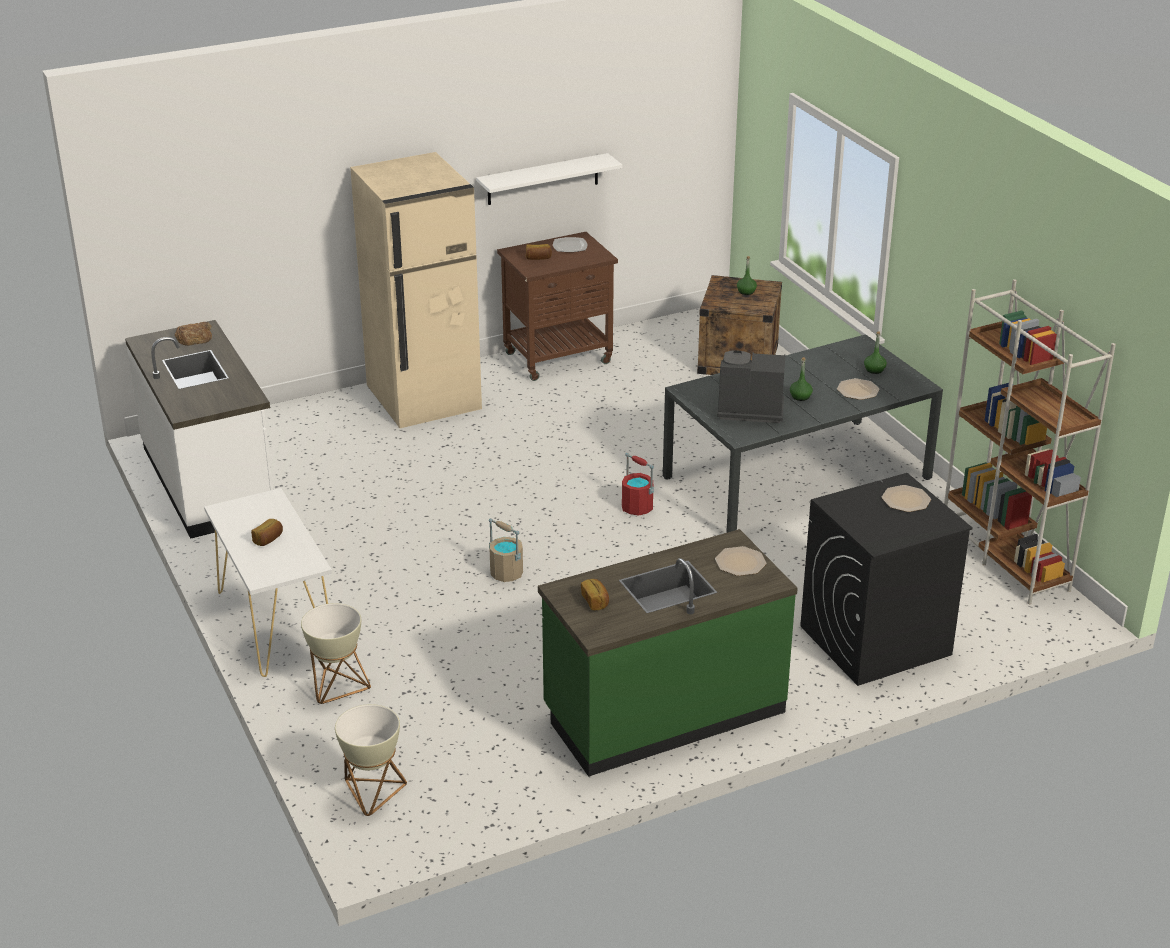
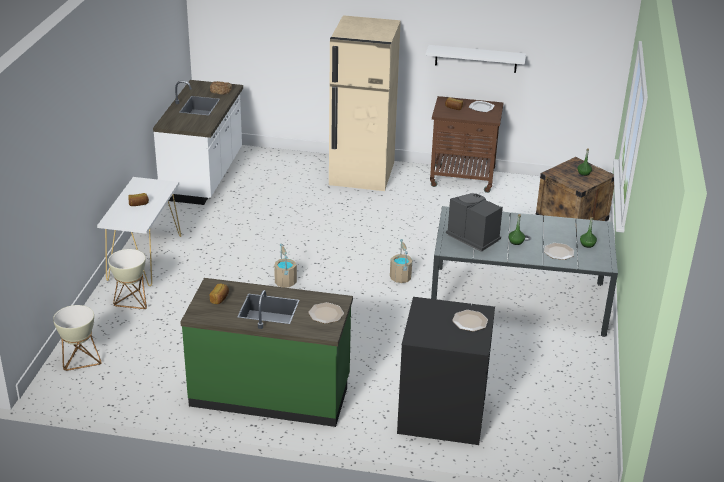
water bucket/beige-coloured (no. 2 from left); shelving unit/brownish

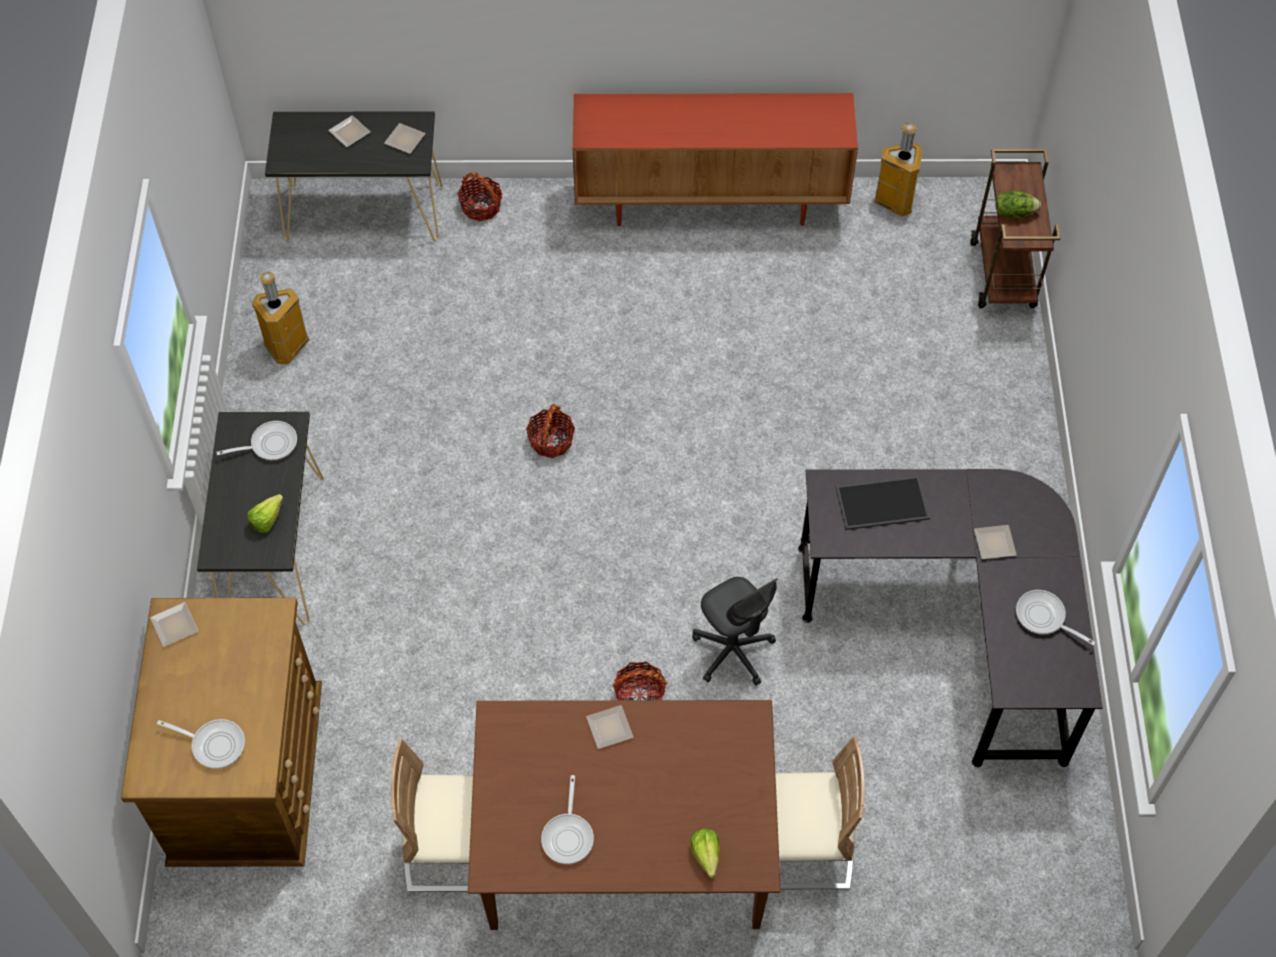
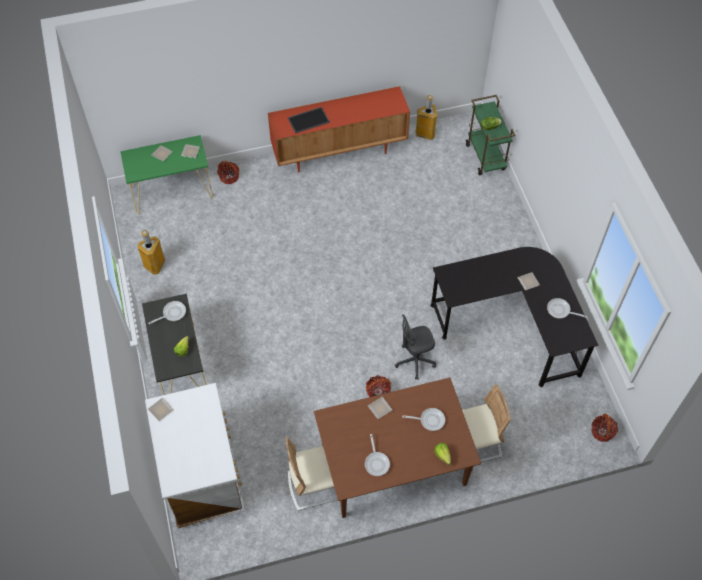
drawer chest/whitish; skillet (no. 3 from left); hall table/green-coloured; household basket (no. 3 from left); computer chair/gray; carrying tray; trolley/green-coloured

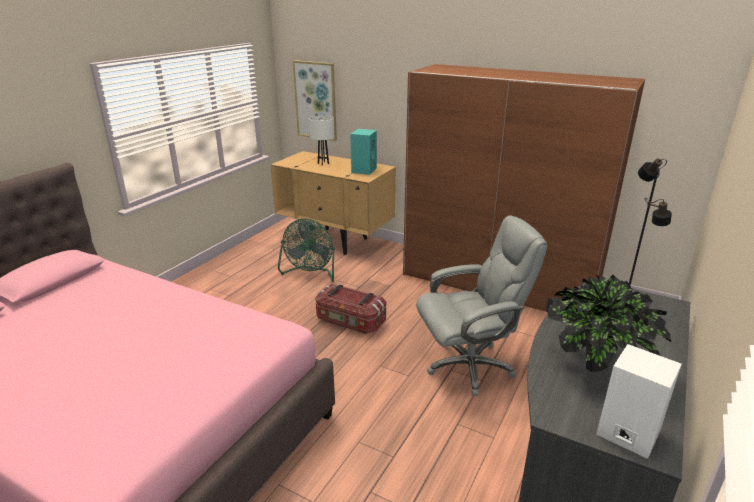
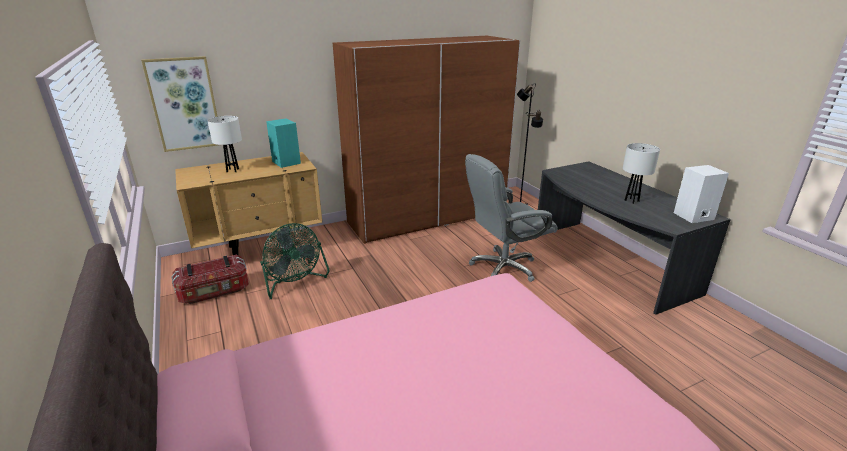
storage bin; computer chair/gray; lamp for a table/whitish (no. 2 from left)

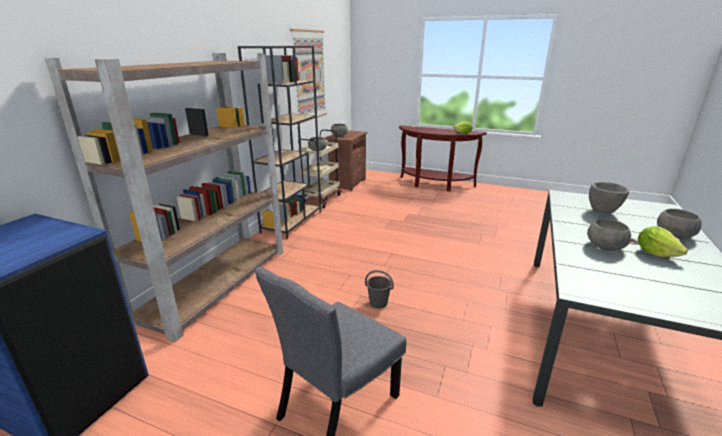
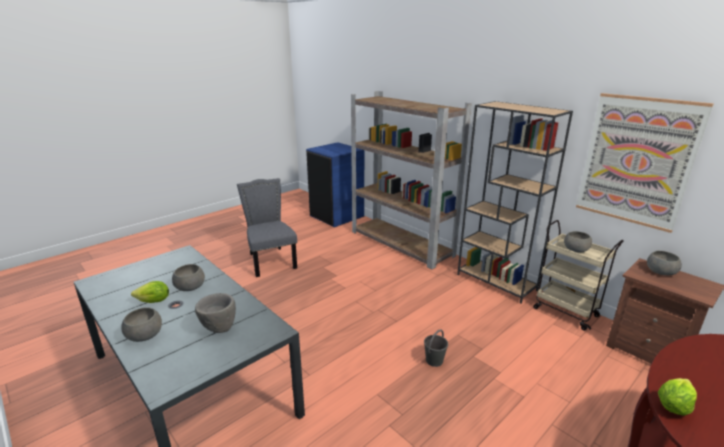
water bucket/gray

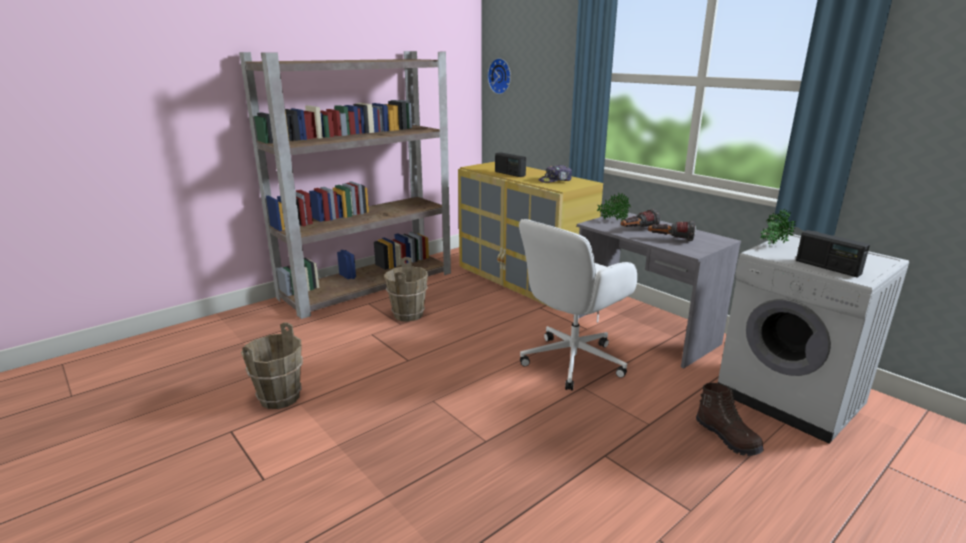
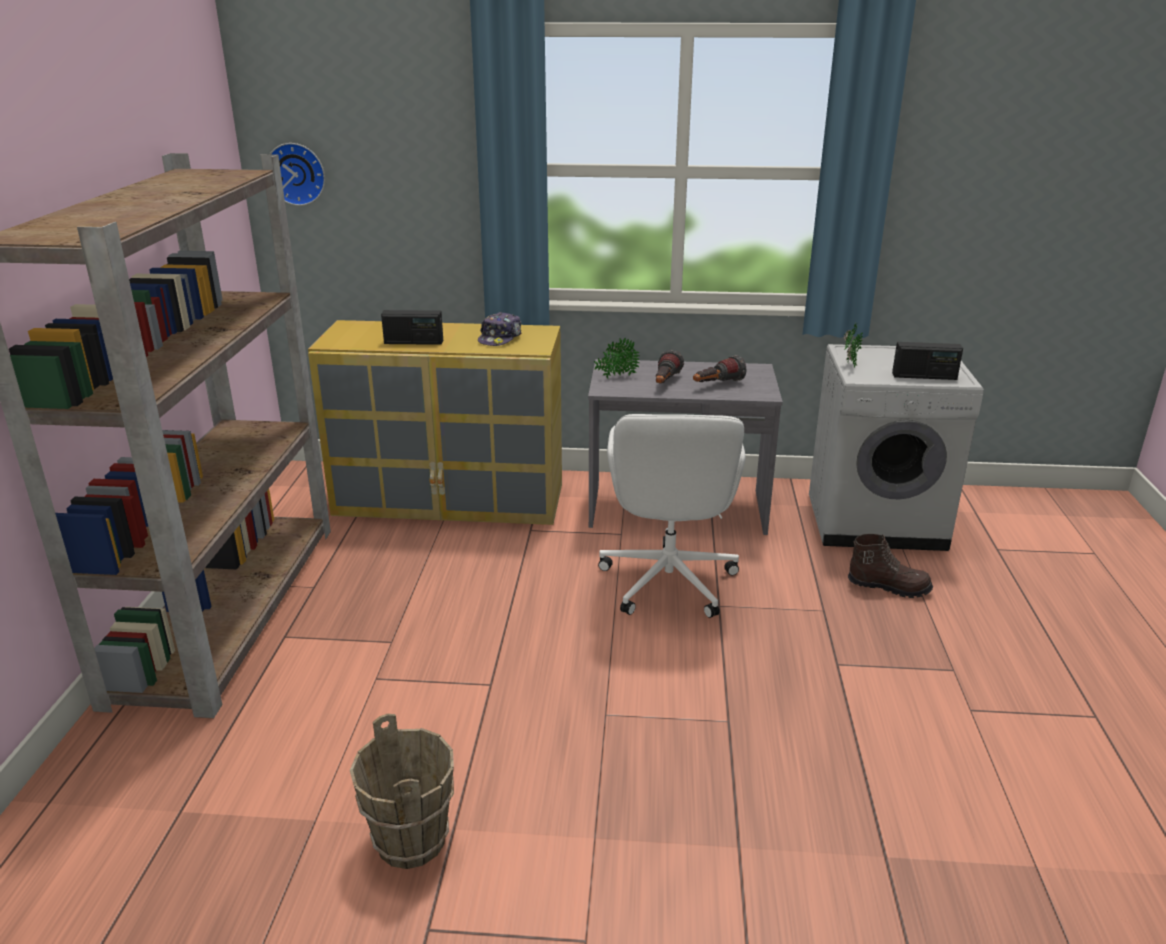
water bucket/brownish (no. 2 from left in the first image)

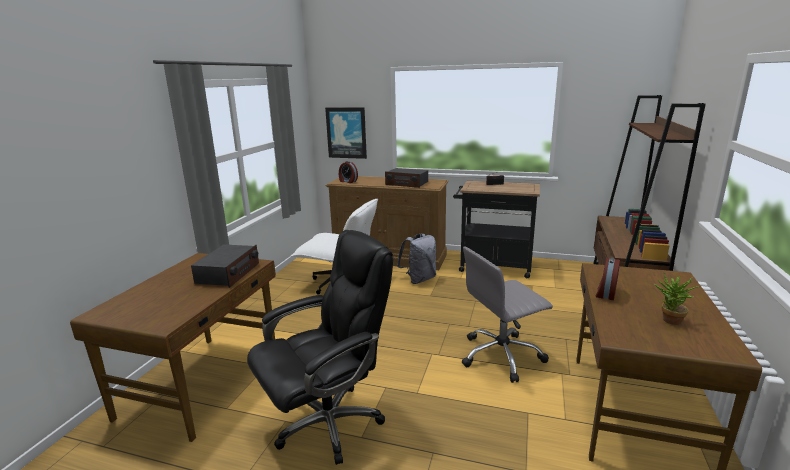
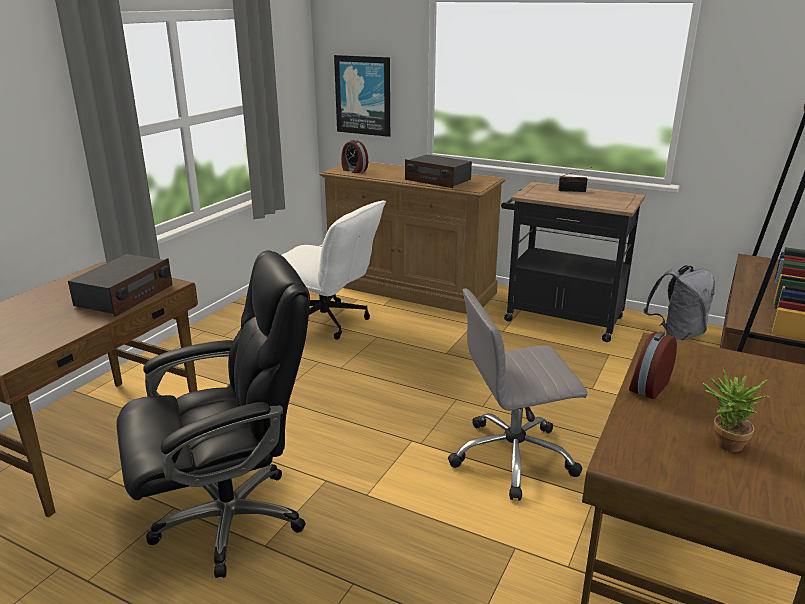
rucksack/gray

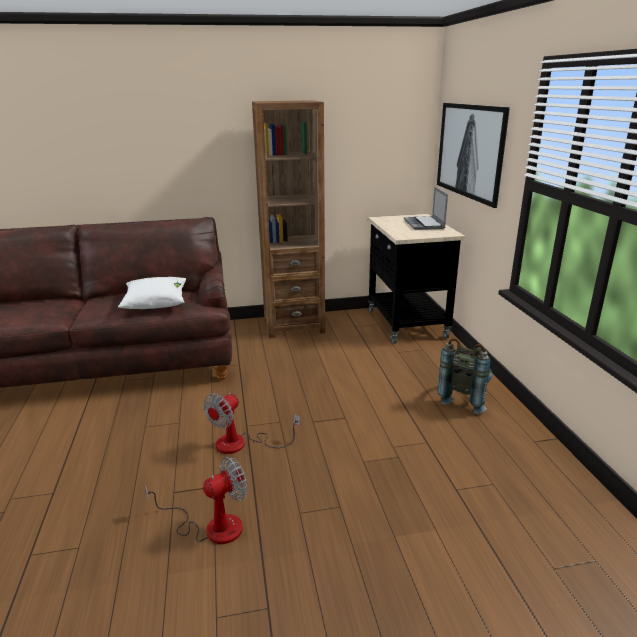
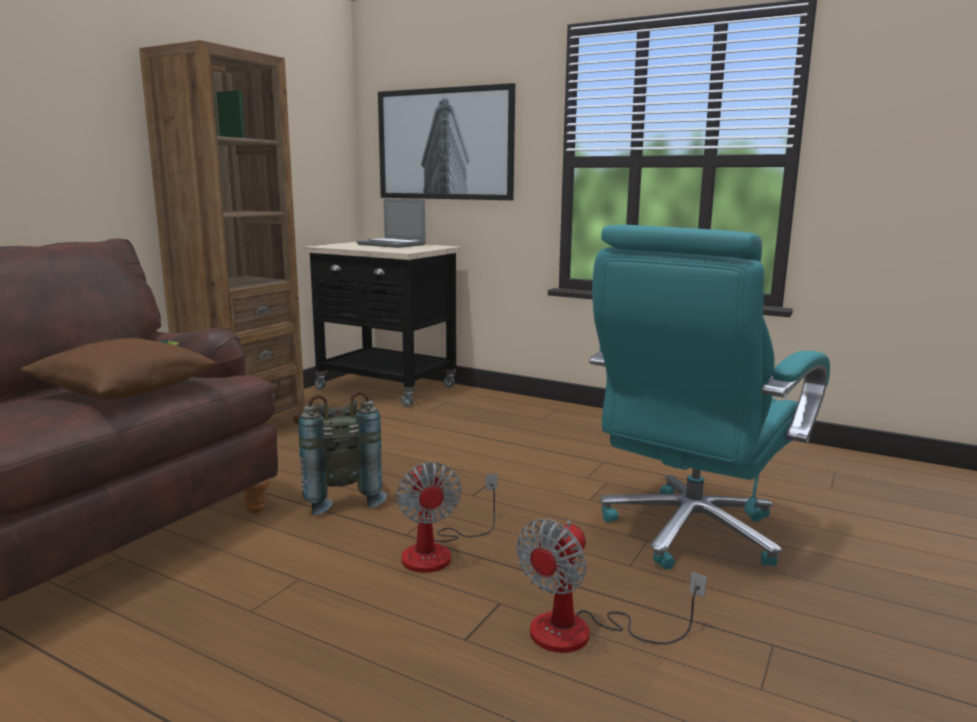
pillow/brownish; cooling fan (no. 2 from left); rucksack/gray; computer chair/turquoise-coloured

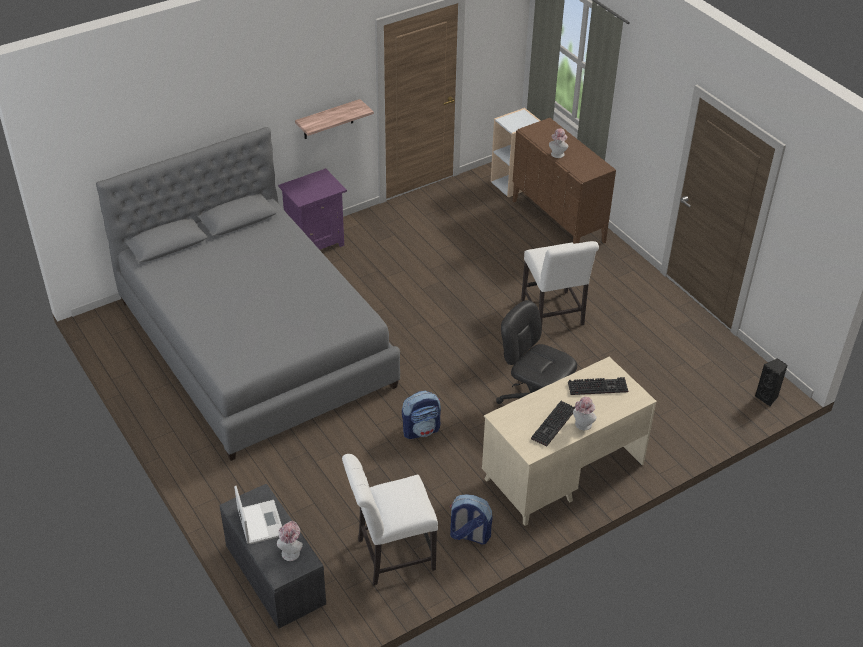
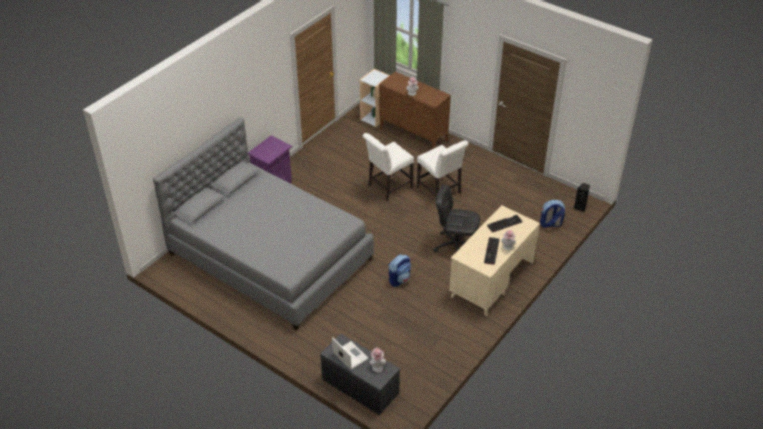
bracket shelf; plain chair/whitish (no. 1 from left); rucksack (no. 2 from left)

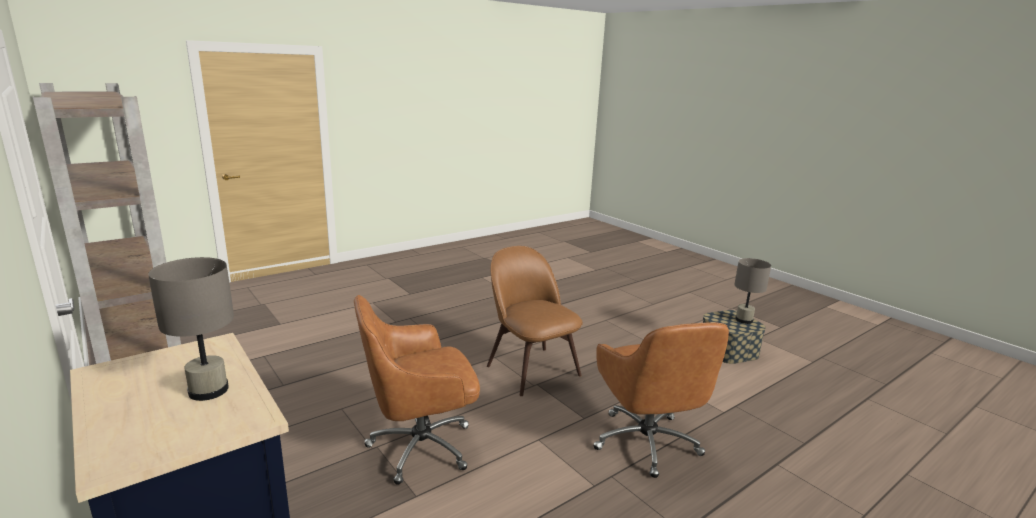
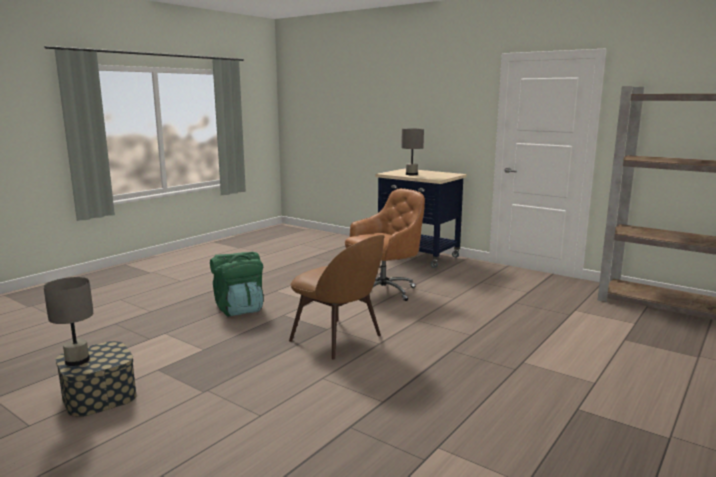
rucksack/green-coloured

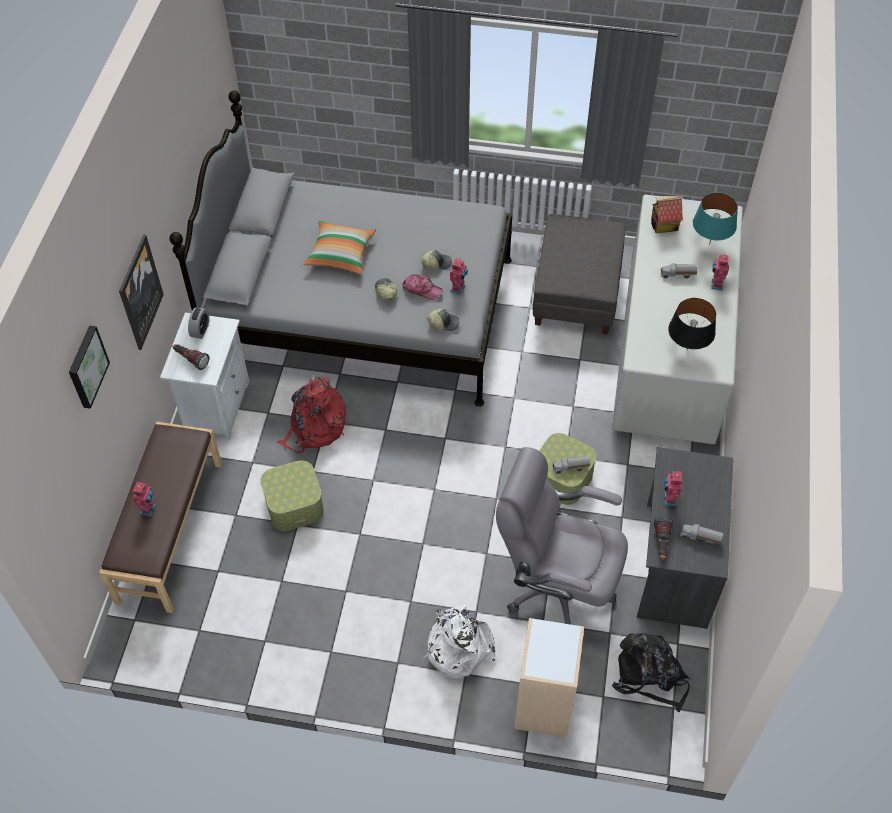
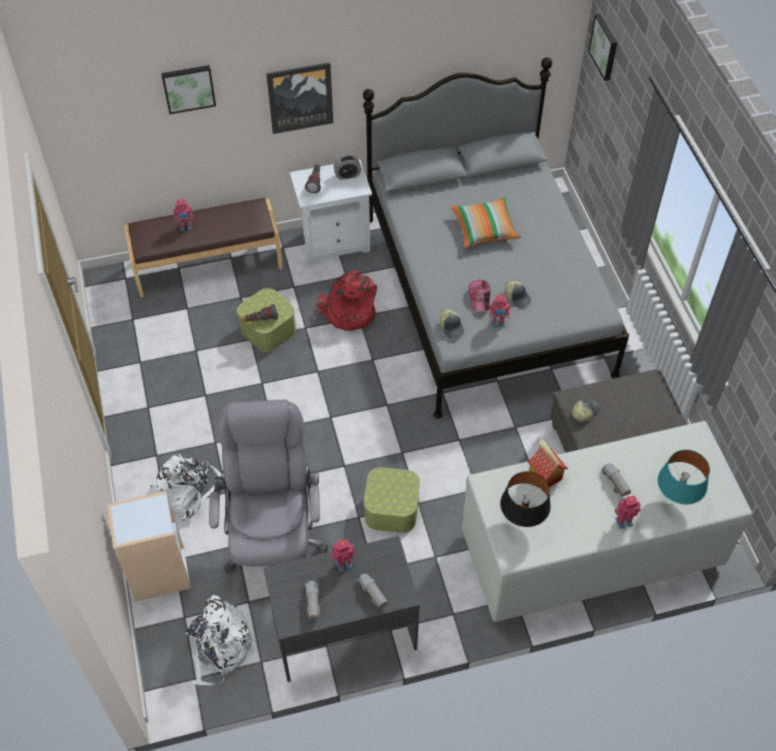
baseball cap (no. 4 from left); toy truck (no. 2 from left); rucksack/whitish (no. 2 from left); miniature house; flashlight (no. 1 from left); wall picture (no. 3 from left)

